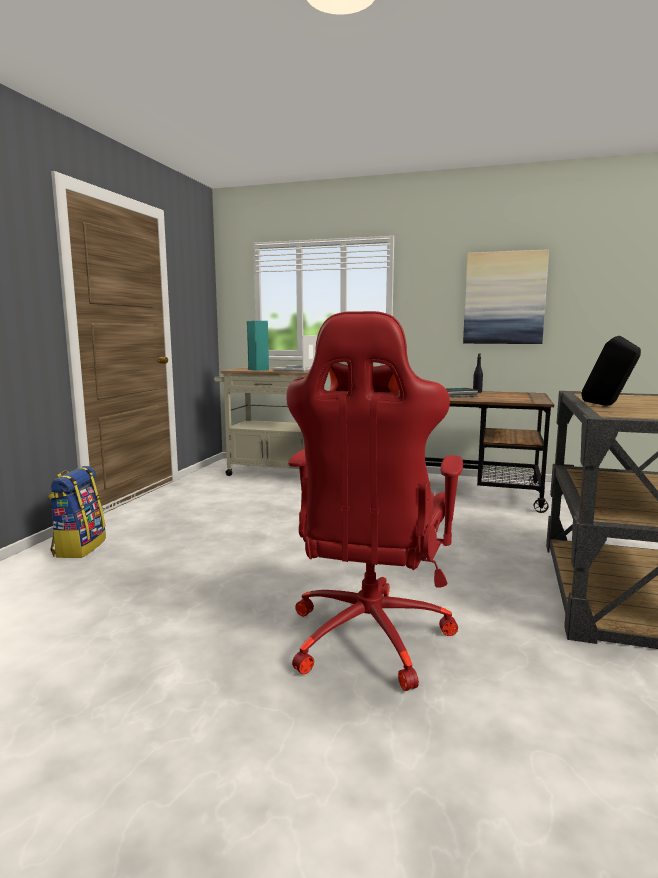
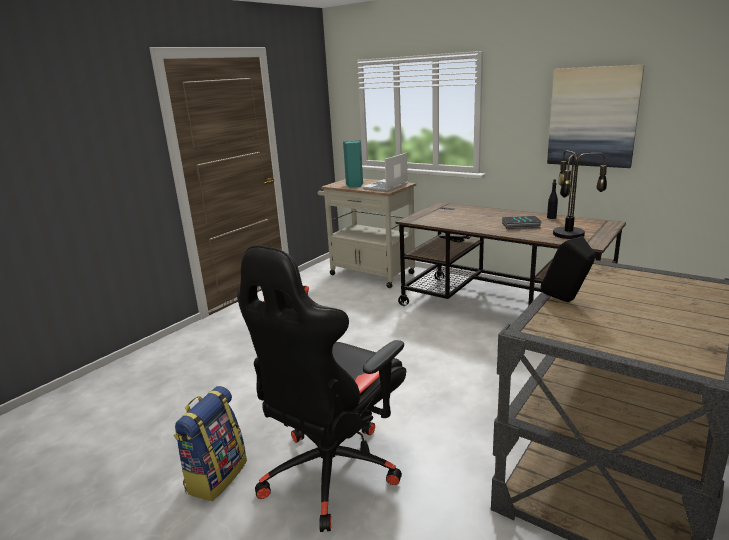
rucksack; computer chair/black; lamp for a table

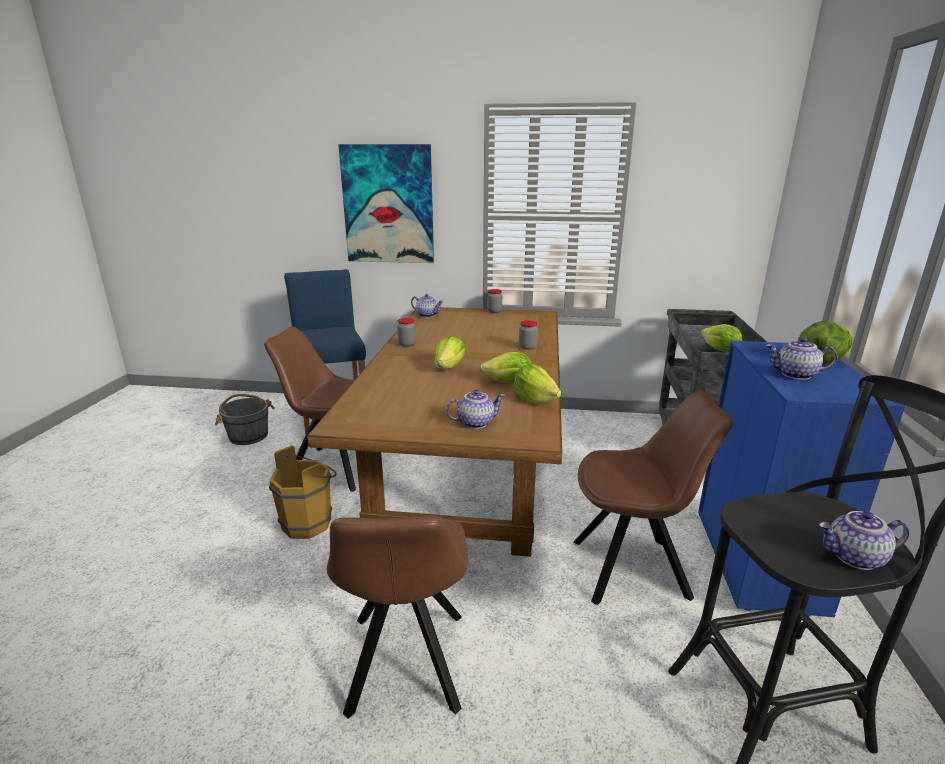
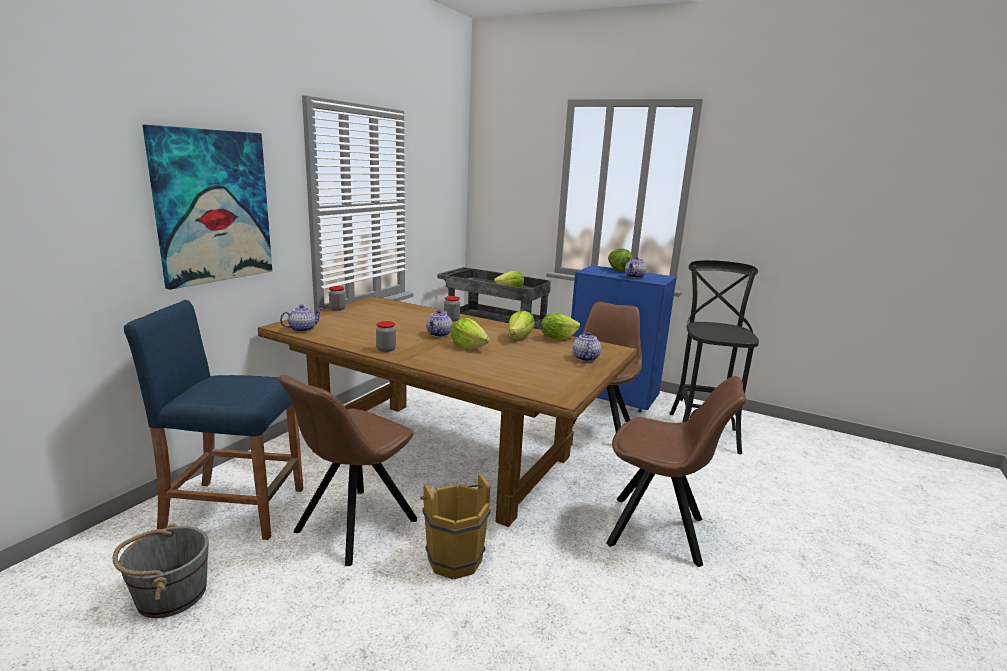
teapot (no. 2 from left)

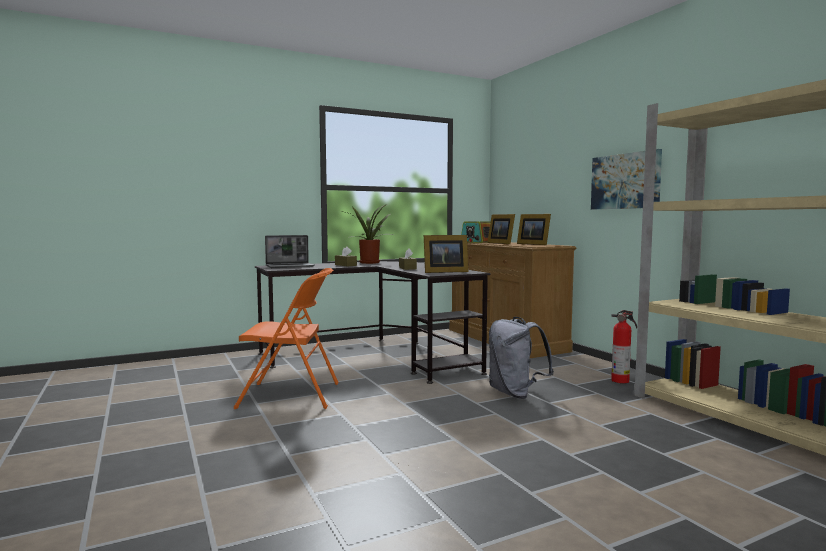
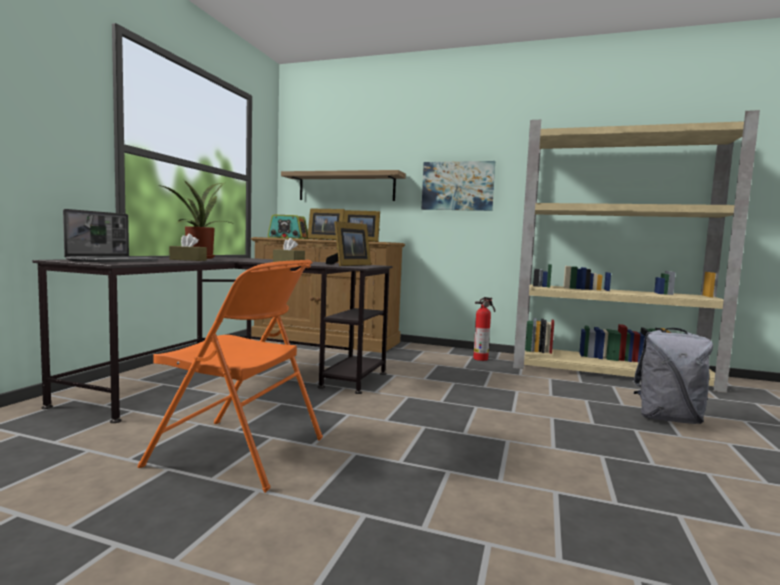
plain chair/orange; rucksack/gray; bracket shelf

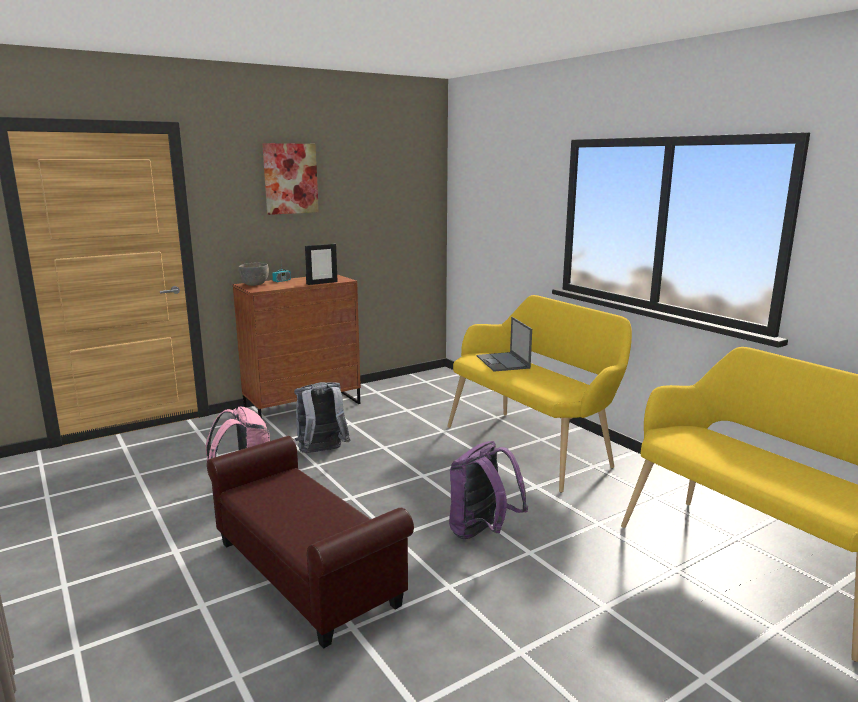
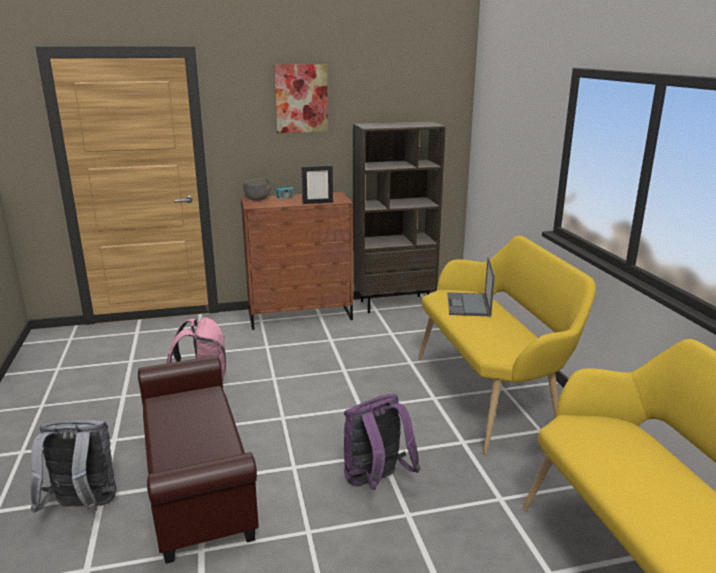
rucksack/gray; shelving unit/brownish

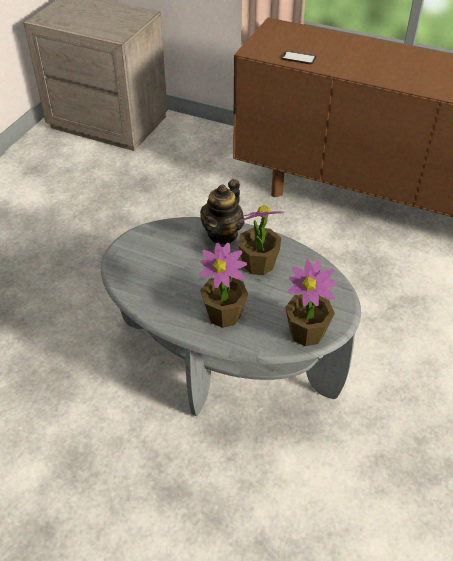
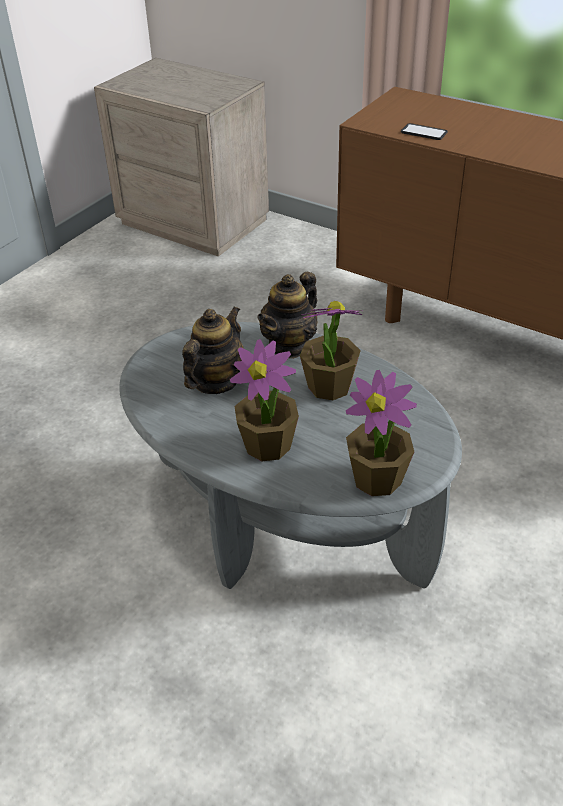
teapot (no. 1 from left)

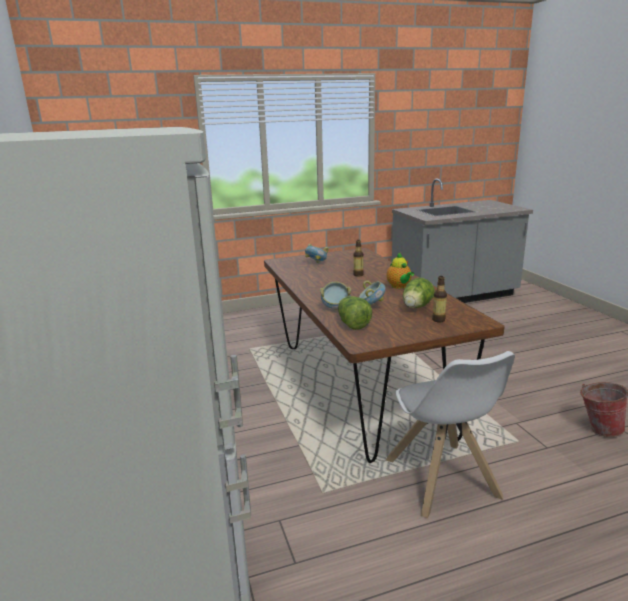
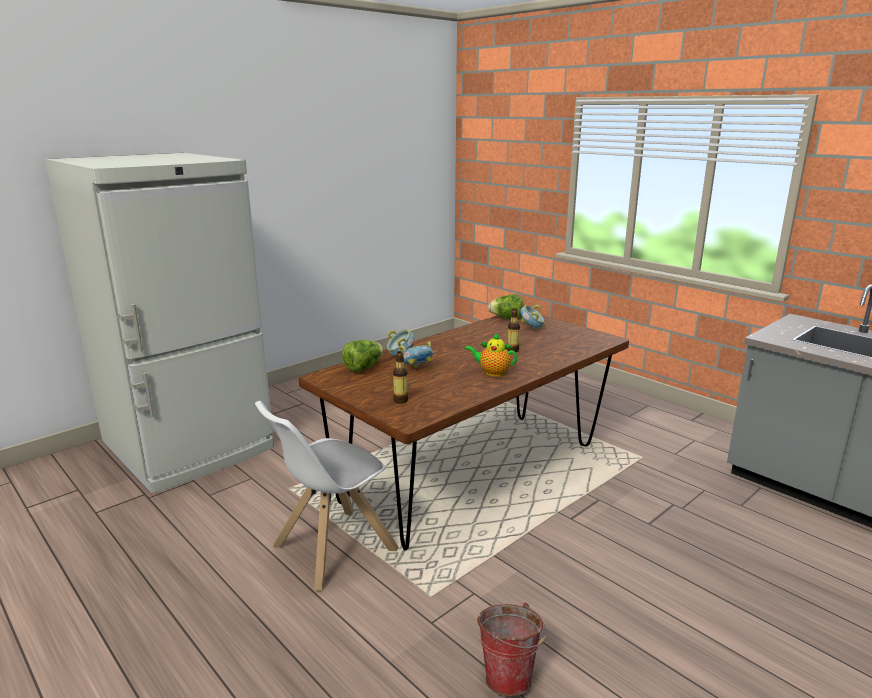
teapot; lettuce head (no. 2 from left)

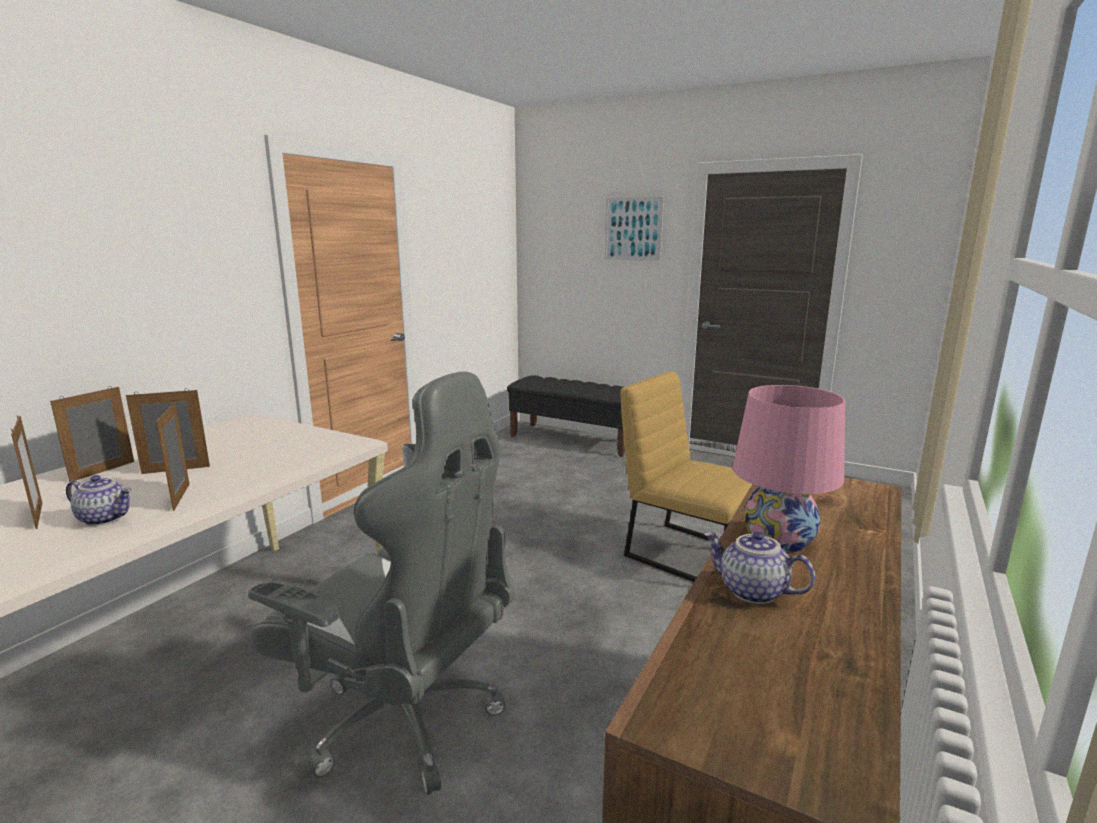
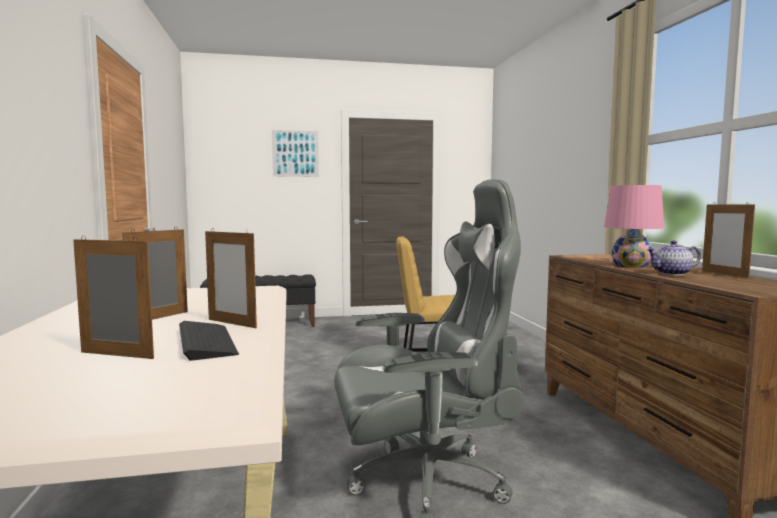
picture frame (no. 4 from left); keyboard

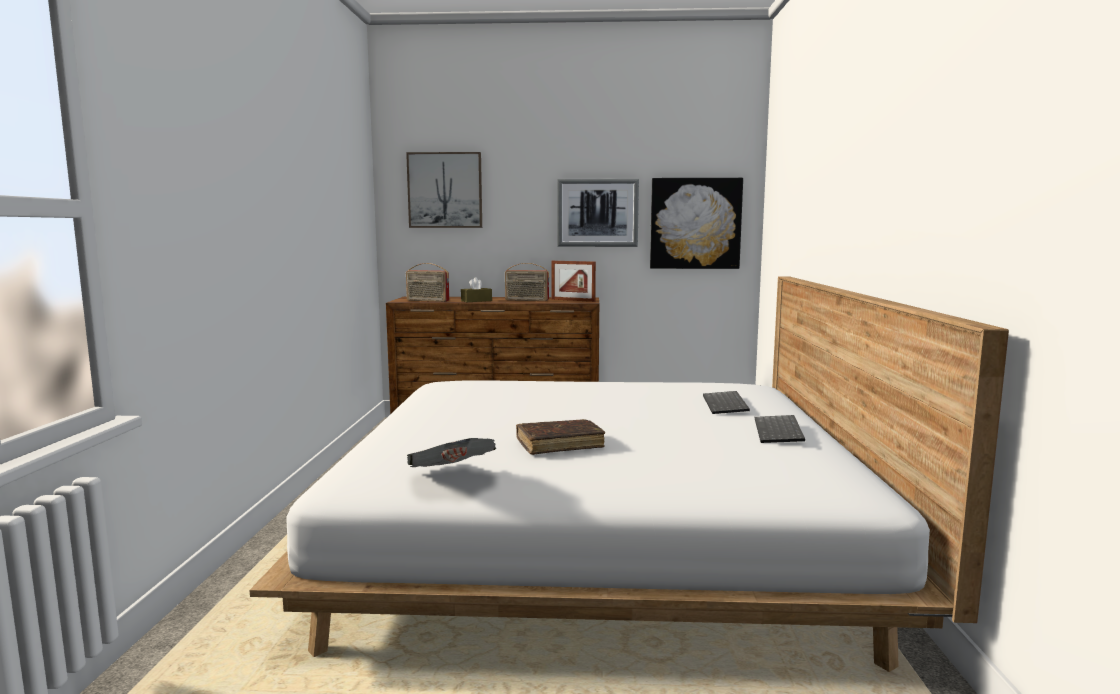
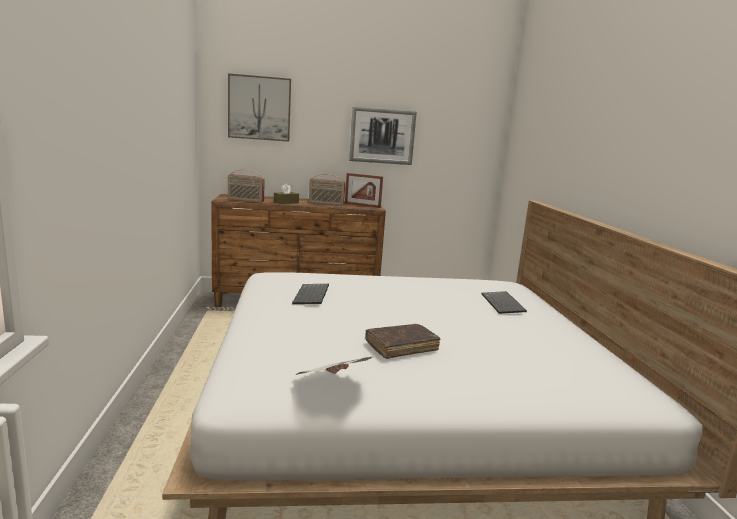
wall picture (no. 3 from left in the first image); keyboard (no. 1 from left)

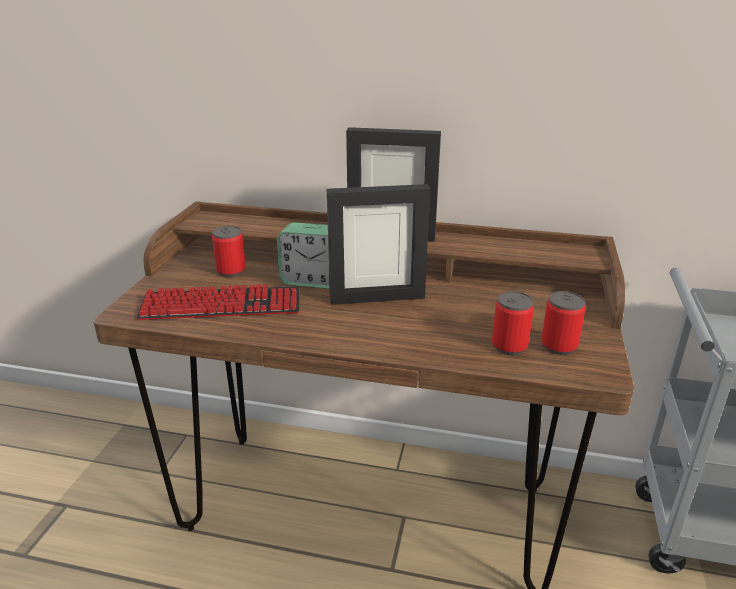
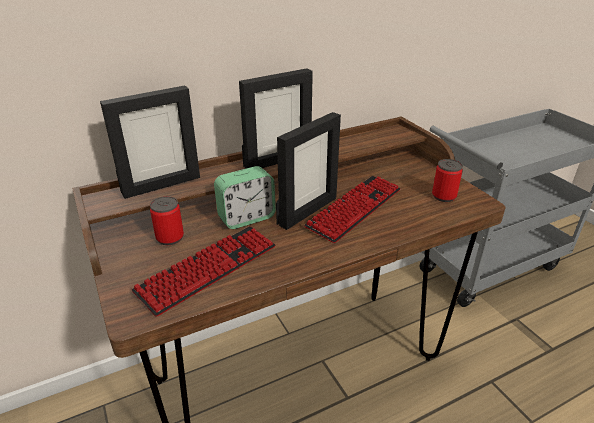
metal can (no. 2 from left in the first image); picture frame (no. 1 from left); keyboard (no. 2 from left)

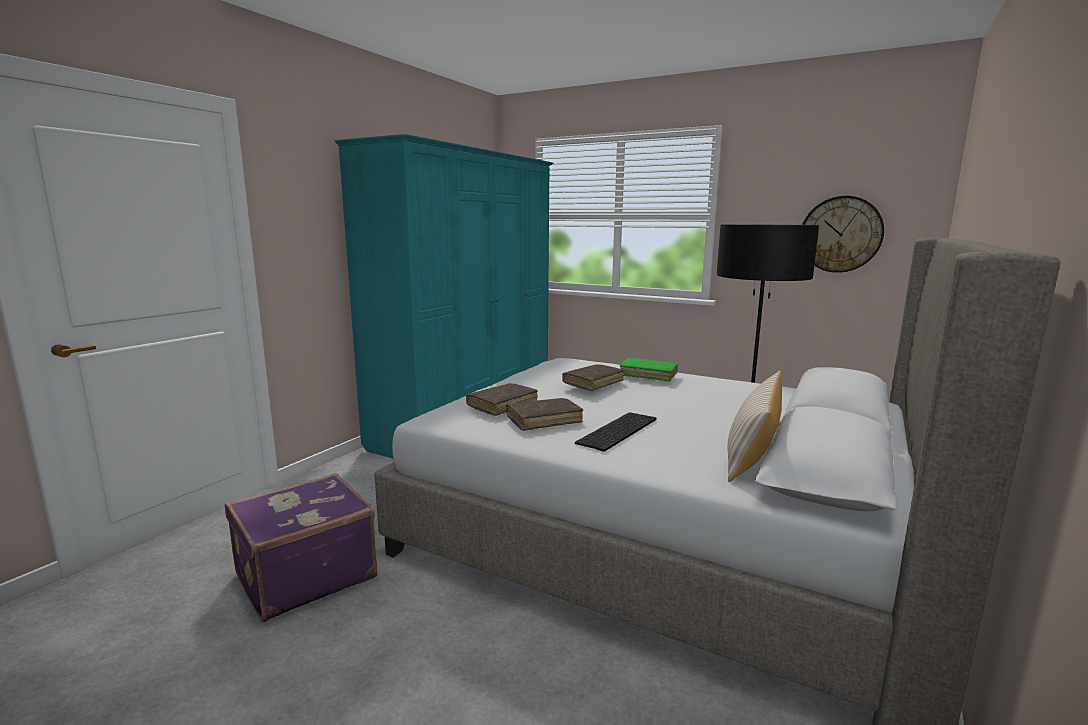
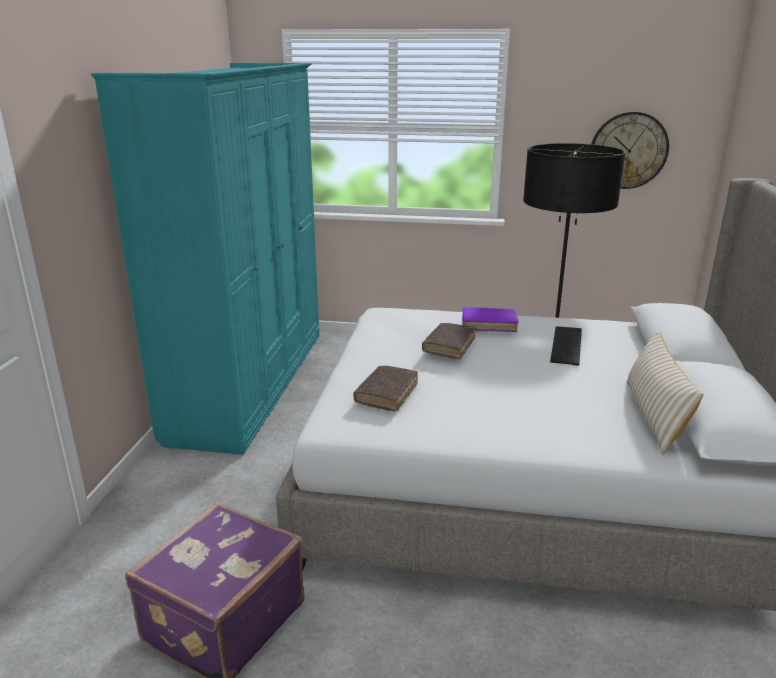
volume/brownish (no. 2 from left in the first image); keyboard; volume/purple-coloured

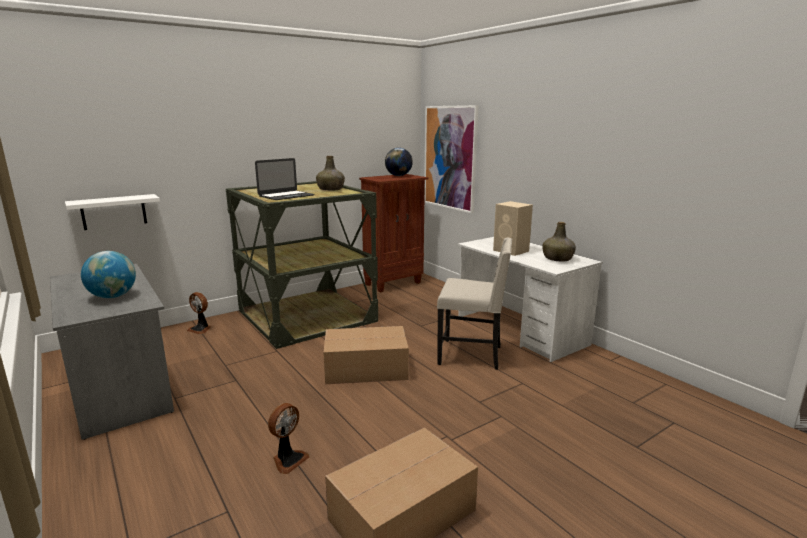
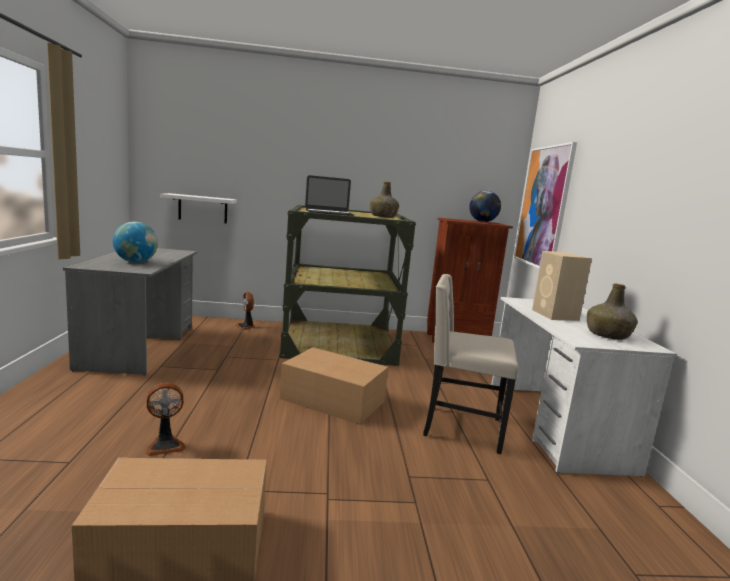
plain chair/beige-coloured

